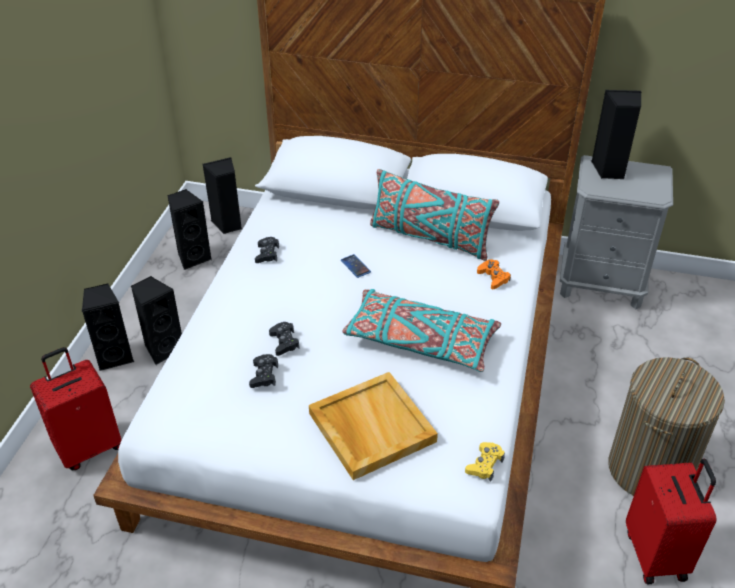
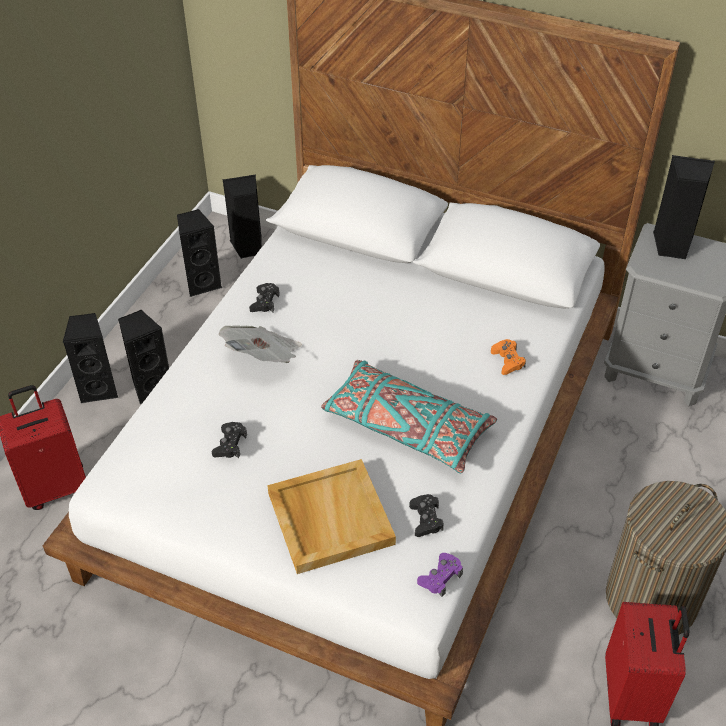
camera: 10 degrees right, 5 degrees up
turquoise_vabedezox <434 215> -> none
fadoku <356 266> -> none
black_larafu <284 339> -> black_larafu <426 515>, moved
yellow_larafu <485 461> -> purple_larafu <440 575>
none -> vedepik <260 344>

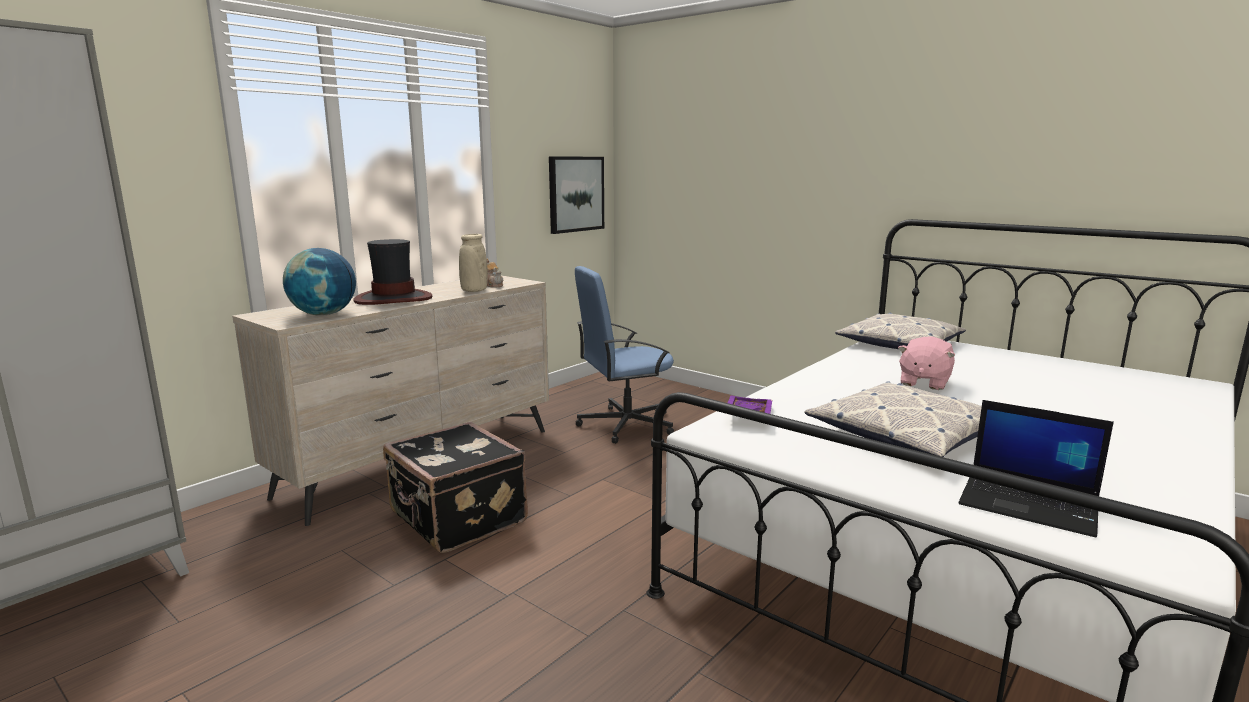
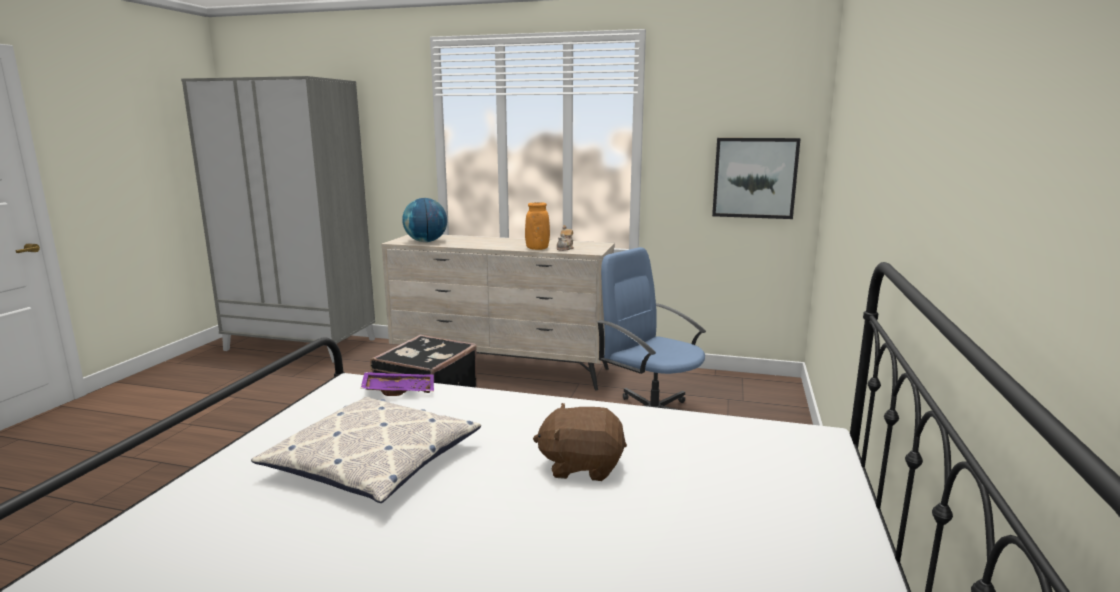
camera: 65 degrees right, 0 degrees up
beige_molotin <473 263> -> orange_molotin <537 226>
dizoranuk <393 272> -> none
vabedezox <900 331> -> none
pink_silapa <926 363> -> brown_silapa <580 442>
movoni <1036 468> -> none

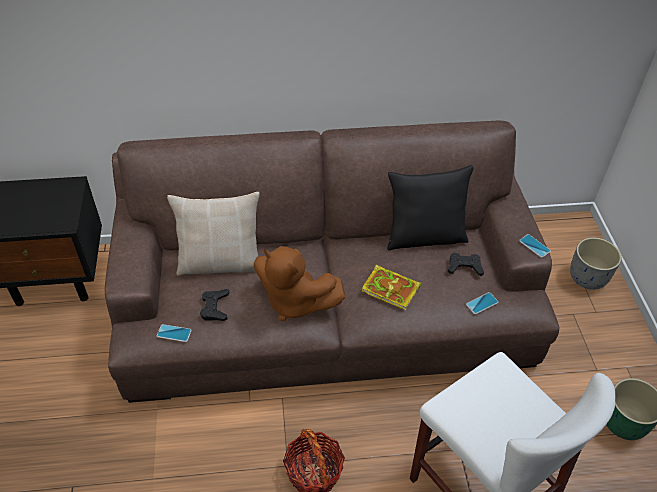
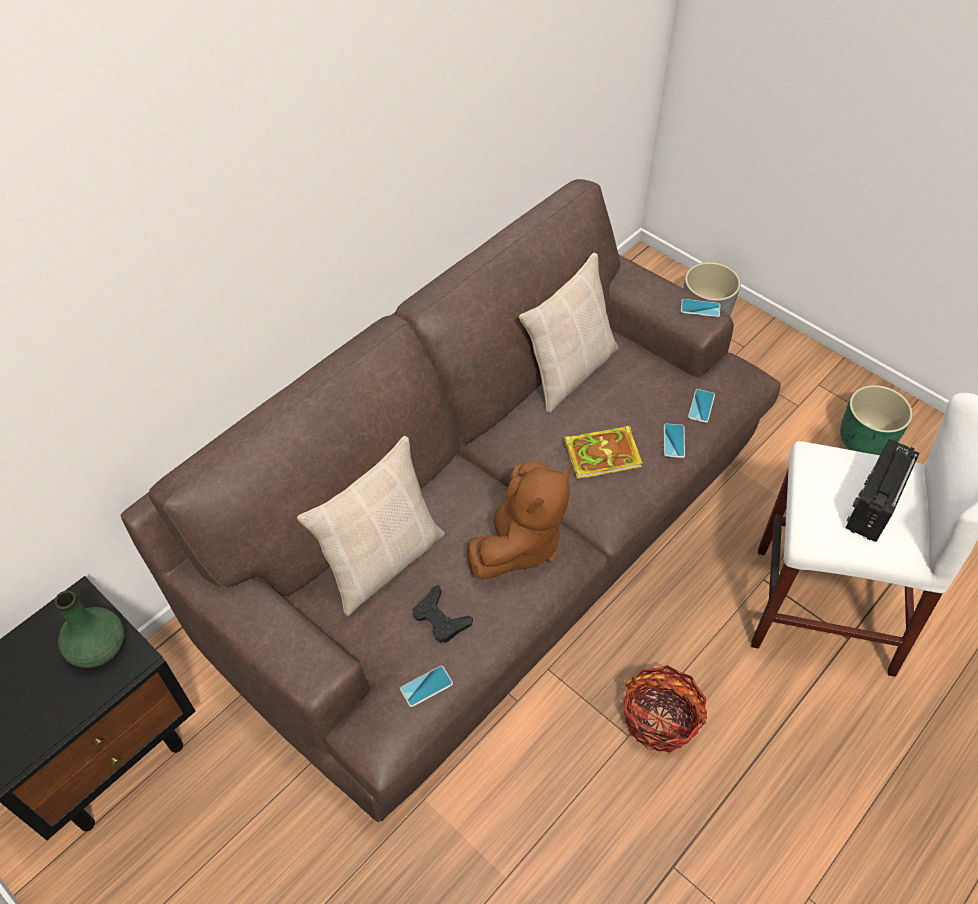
camera: 40 degrees left, 5 degrees up
black_vabedezox <430 207> -> beige_vabedezox <569 333>
brown_silapa <300 283> -> brown_silapa <519 520>, 45 degrees counterclockwise
black_larafu <466 264> -> none
none -> fadoku <674 441>
none -> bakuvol <882 490>
none -> green_molotin <89 629>

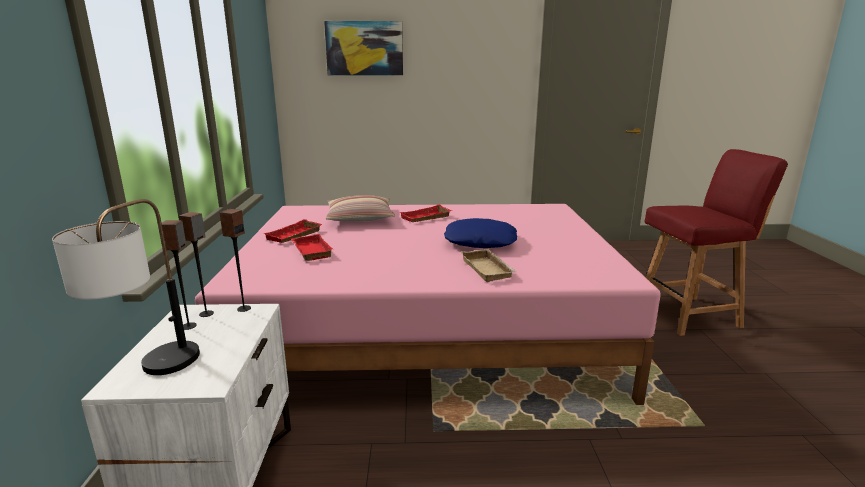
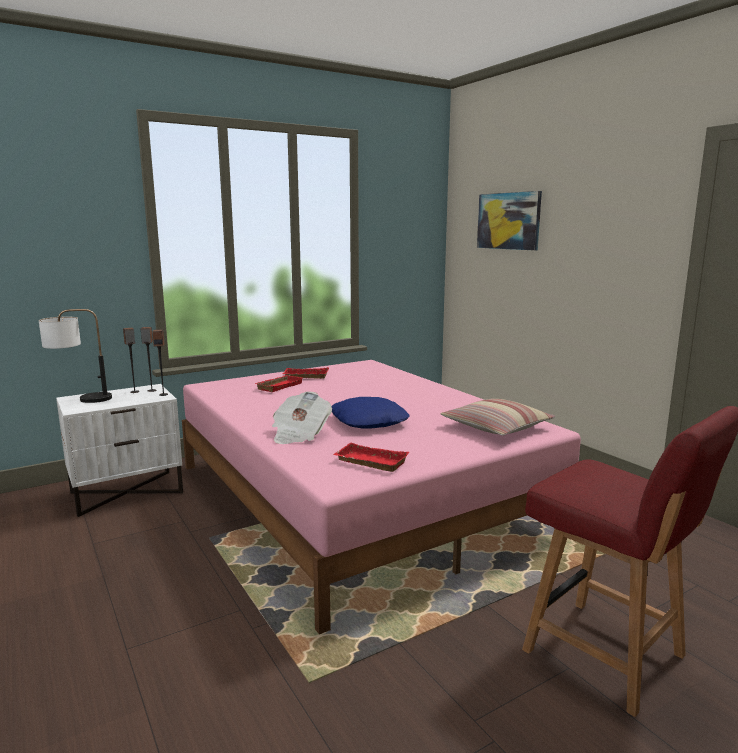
camera: 60 degrees right, 5 degrees down
vabedezox <360 208> -> vabedezox <497 417>, moved
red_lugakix <426 213> -> red_lugakix <371 457>, moved
beige_lugakix <488 265> -> vedepik <302 417>

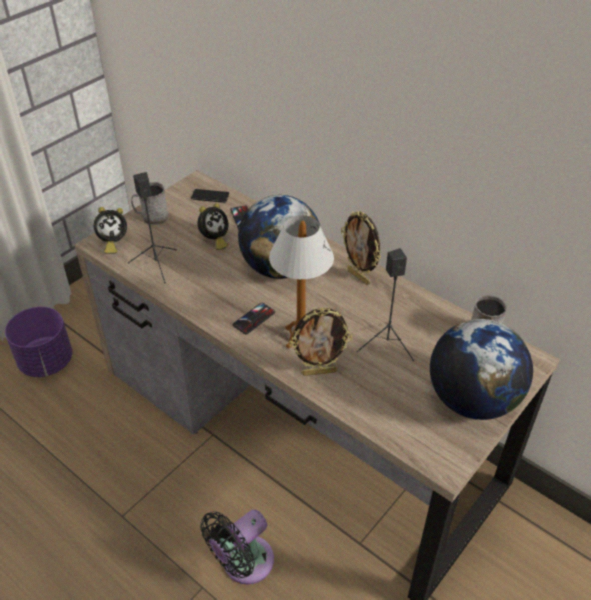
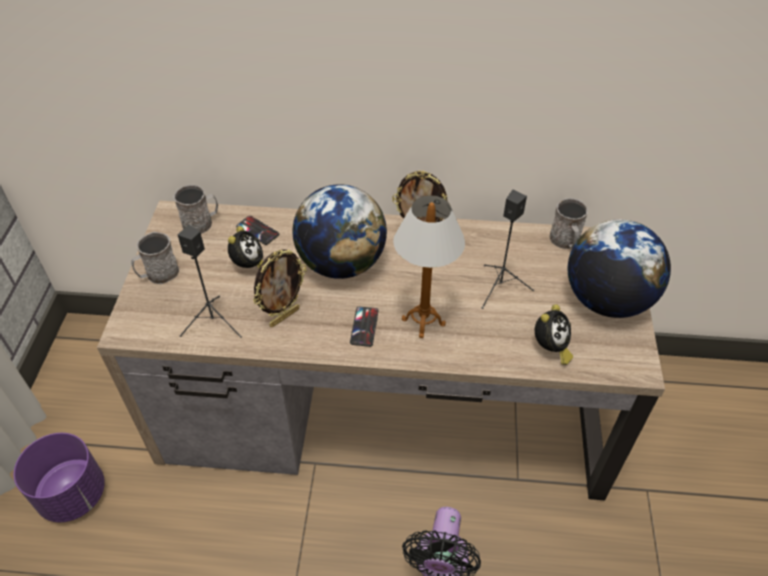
camera: 35 degrees left, 5 degrees up
fadoku <210 196> -> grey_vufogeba <195 209>
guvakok <110 230> -> guvakok <554 334>, moved
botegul <320 342> -> botegul <280 288>, moved

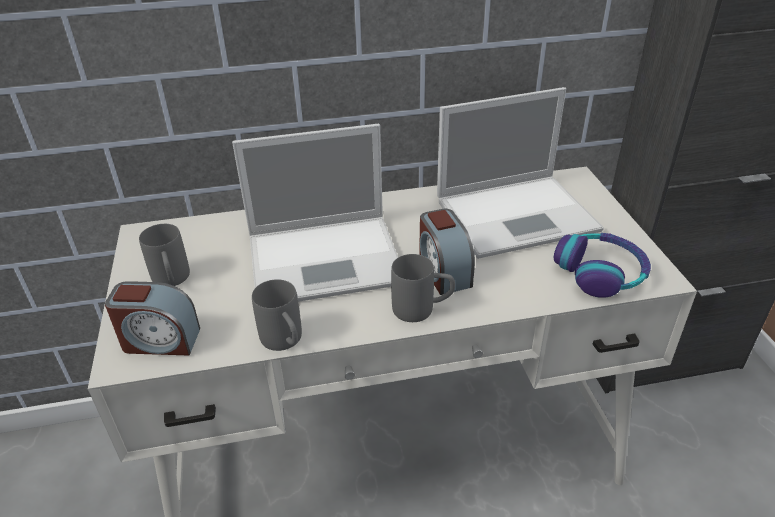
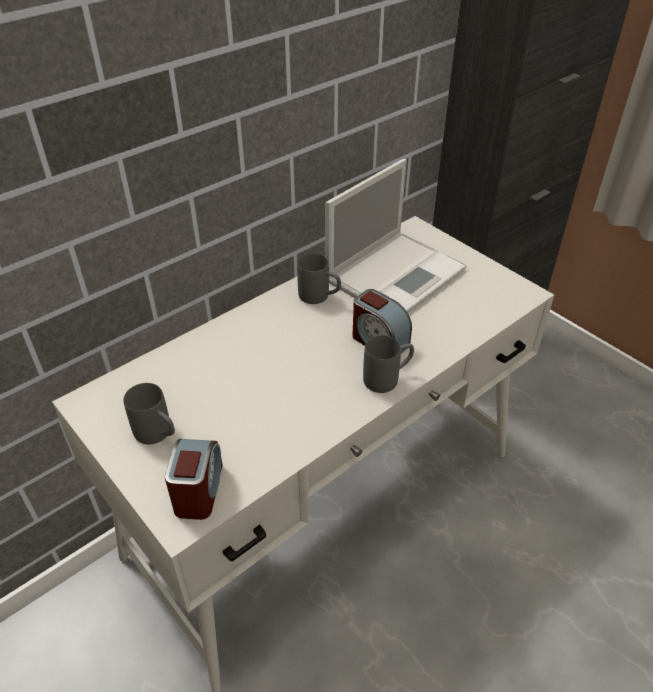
camera: 30 degrees left, 5 degrees up
movoni <315 213> -> none
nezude <602 265> -> none
grey_vufogeba <277 315> -> grey_vufogeba <319 278>, moved
guvakok <152 318> -> guvakok <193 479>, 60 degrees counterclockwise

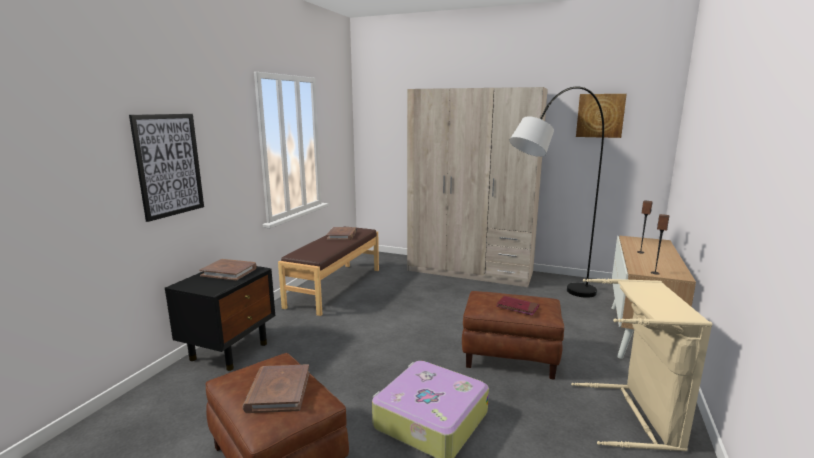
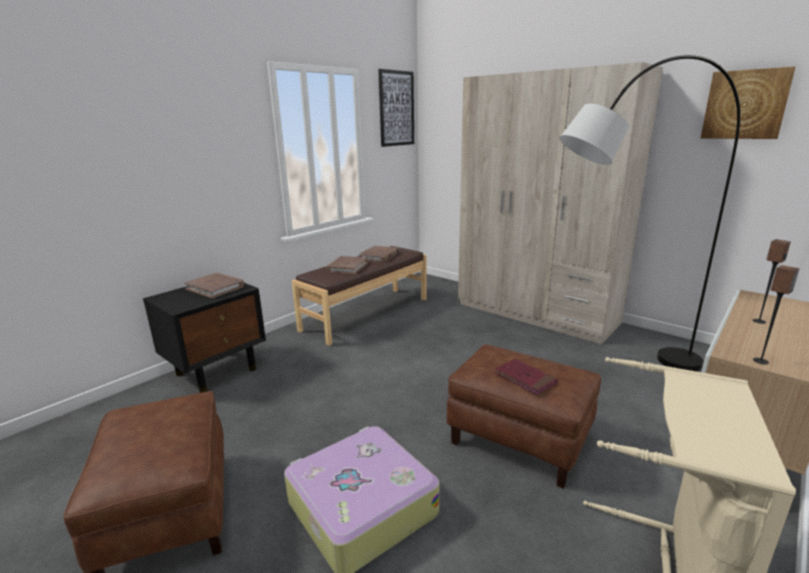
camera: 20 degrees right, 5 degrees up
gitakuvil <166 168> -> gitakuvil <396 108>, moved
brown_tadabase <276 388> -> brown_tadabase <346 265>, moved

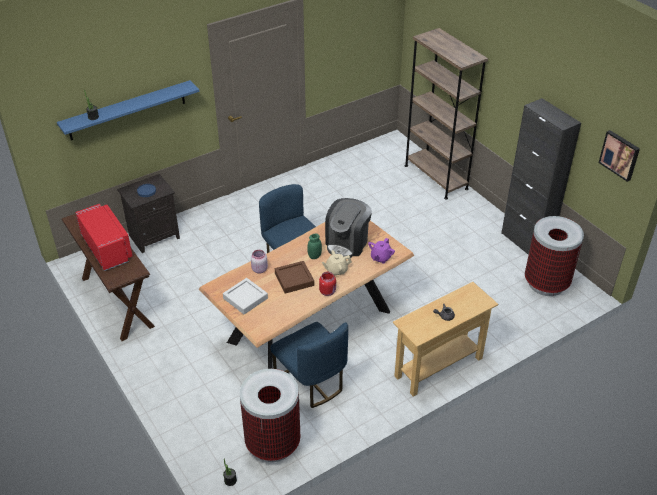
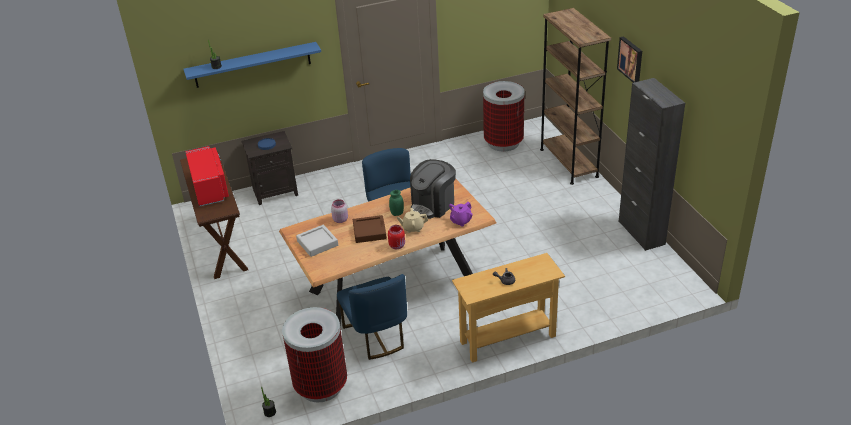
camera: 15 degrees right, 5 degrees down
gitakuvil <619 156> -> gitakuvil <629 59>, moved
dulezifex <554 256> -> dulezifex <503 116>, moved

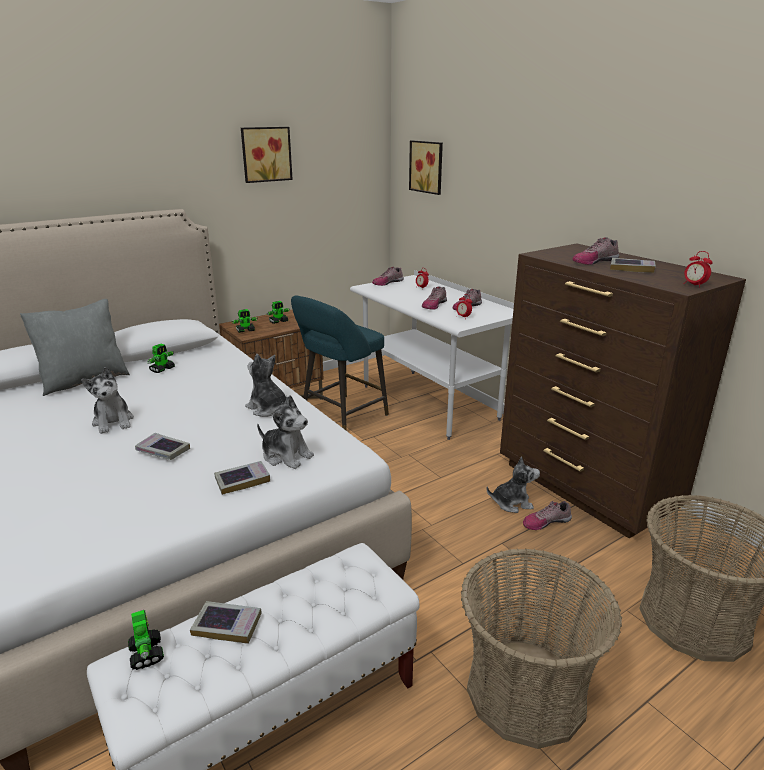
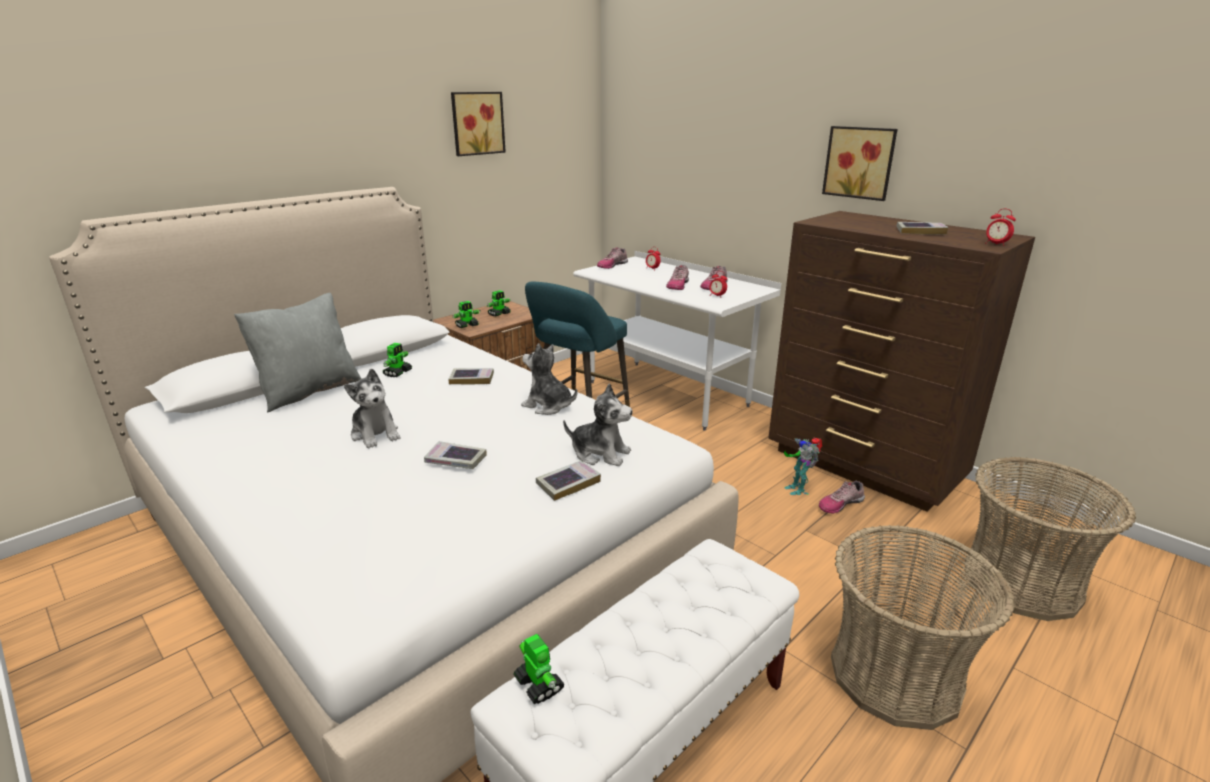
camera: 10 degrees left, 0 degrees up
gitakuvil <426 167> -> gitakuvil <860 163>, moved
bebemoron <595 251> -> none
silapa <513 484> -> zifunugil <803 466>
tadabase <226 622> -> tadabase <471 376>, moved

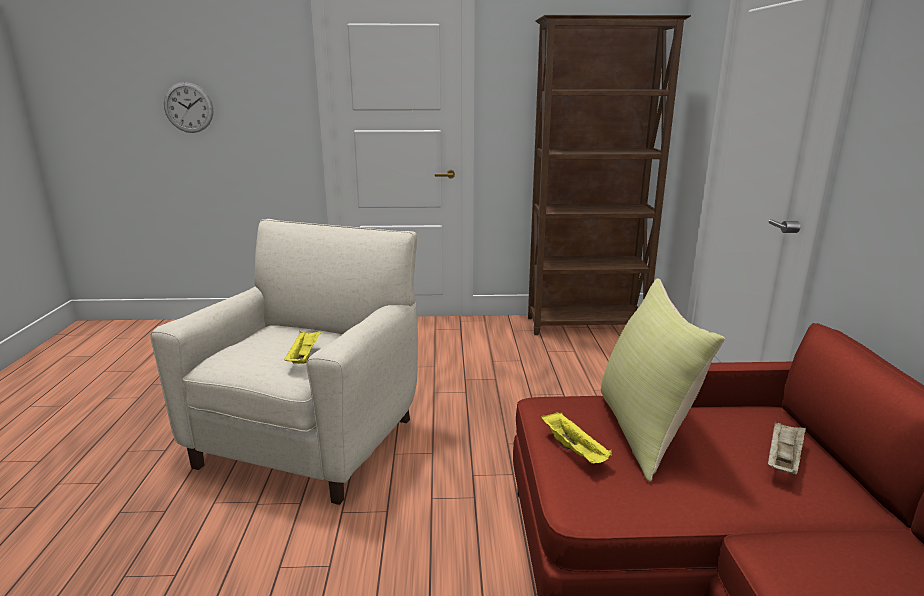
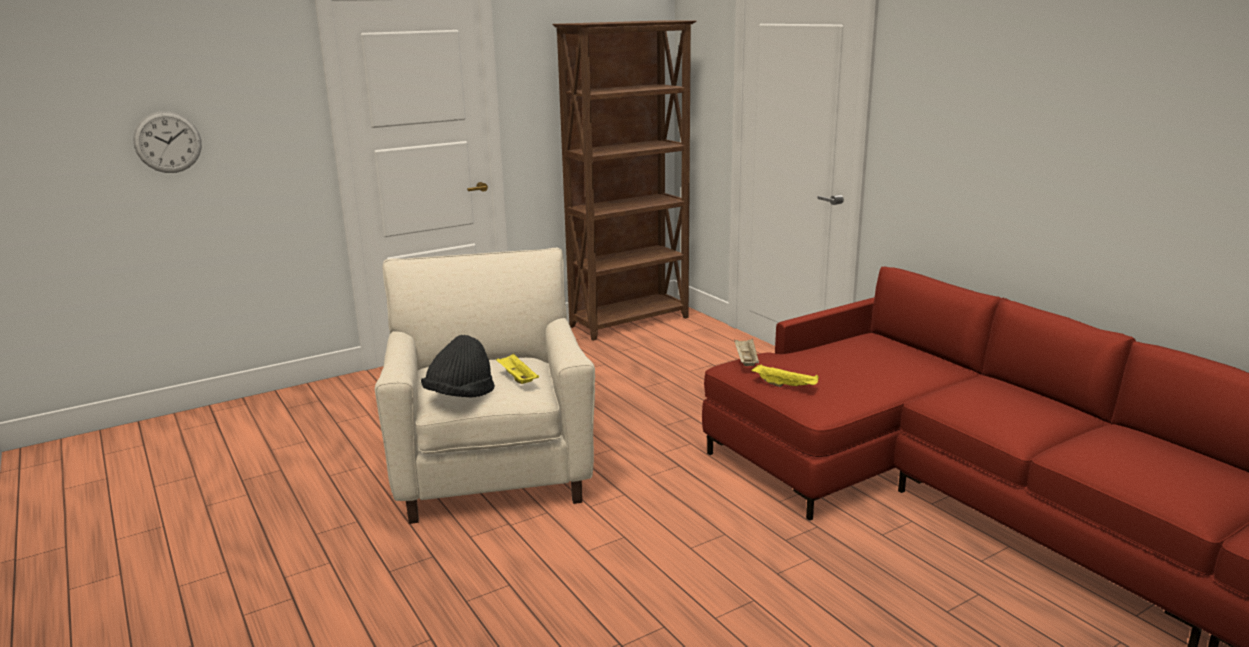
camera: 30 degrees left, 0 degrees up
yellow_vabedezox <663 380> -> none
beige_lugakix <787 448> -> beige_lugakix <746 352>, moved
none -> black_dizoranuk <458 366>

